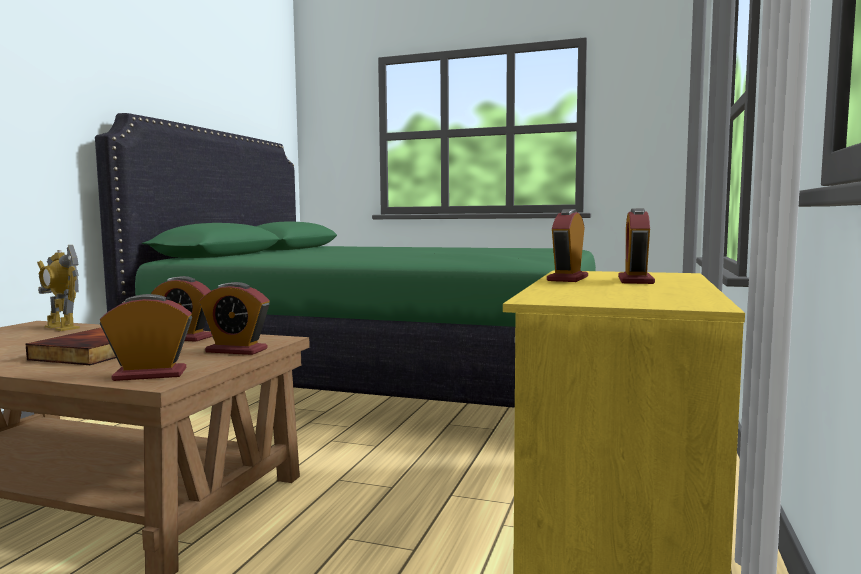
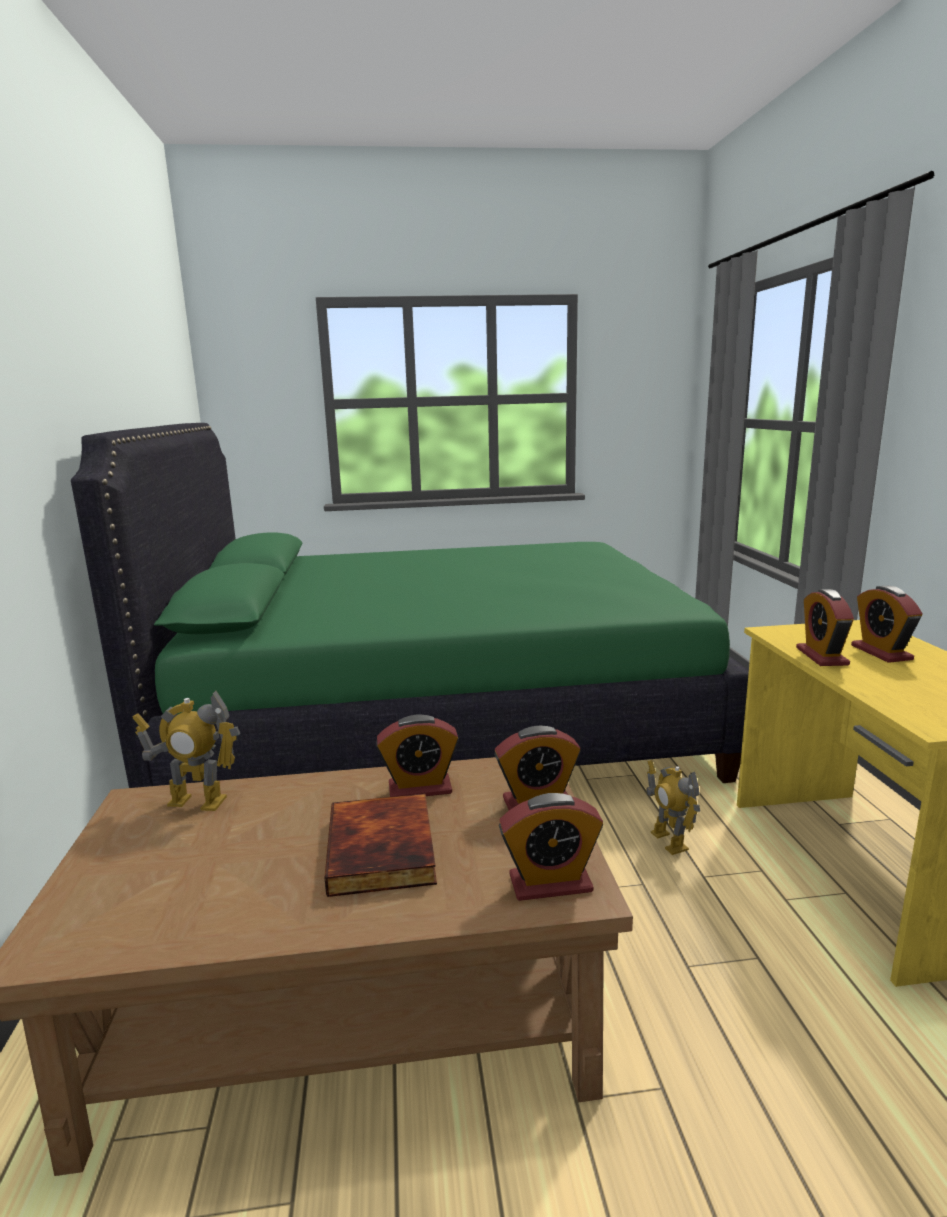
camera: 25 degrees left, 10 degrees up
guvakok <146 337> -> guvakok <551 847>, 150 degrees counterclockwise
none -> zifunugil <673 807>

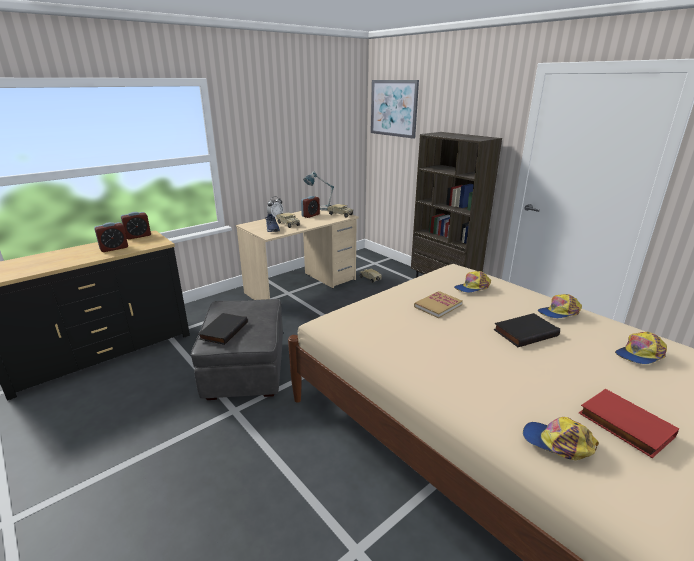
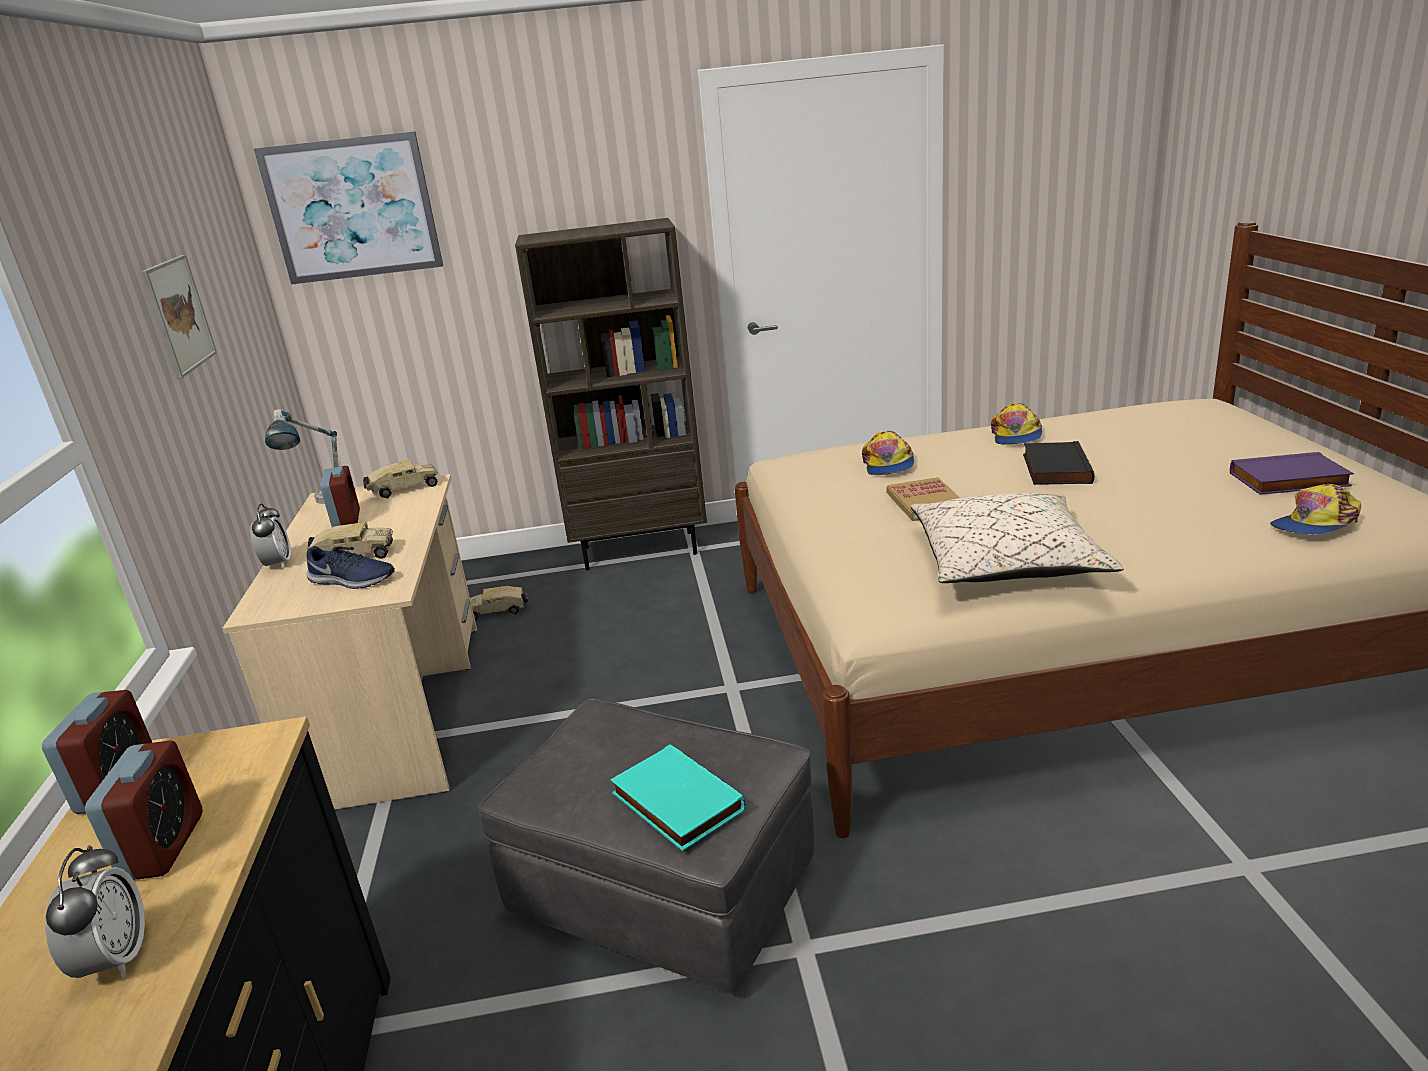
camera: 55 degrees left, 0 degrees up
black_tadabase <223 329> -> turquoise_tadabase <678 797>
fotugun <641 348> -> none
red_tadabase <629 423> -> purple_tadabase <1292 473>
none -> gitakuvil <179 317>
none -> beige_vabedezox <1017 538>
none -> guvakok <95 911>

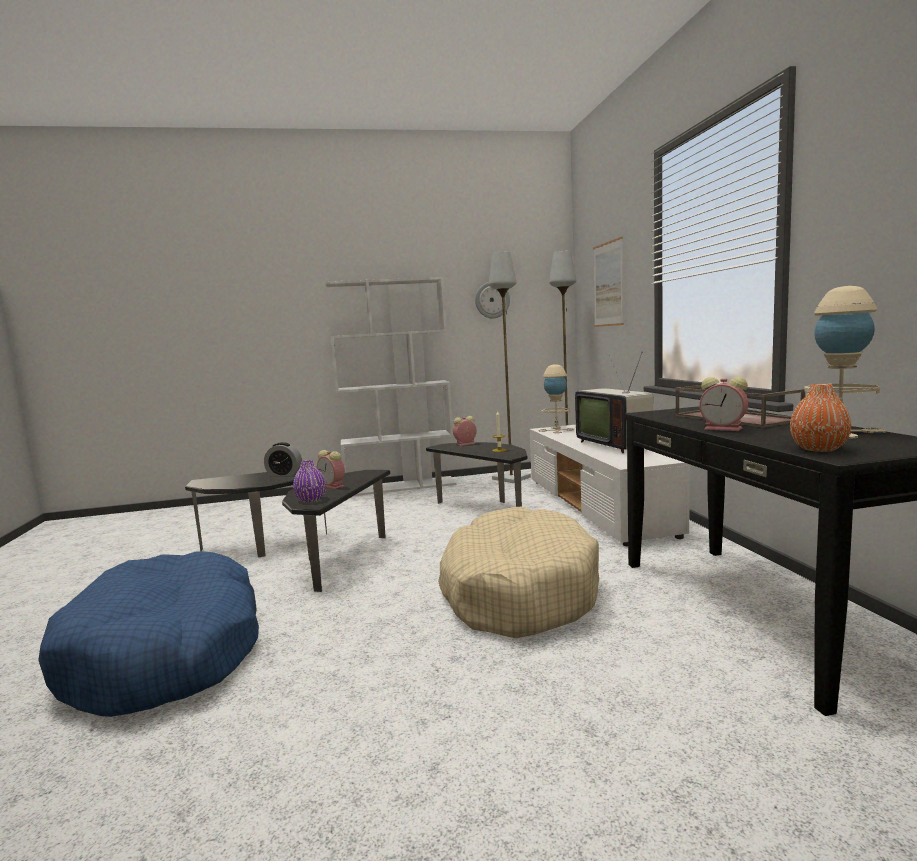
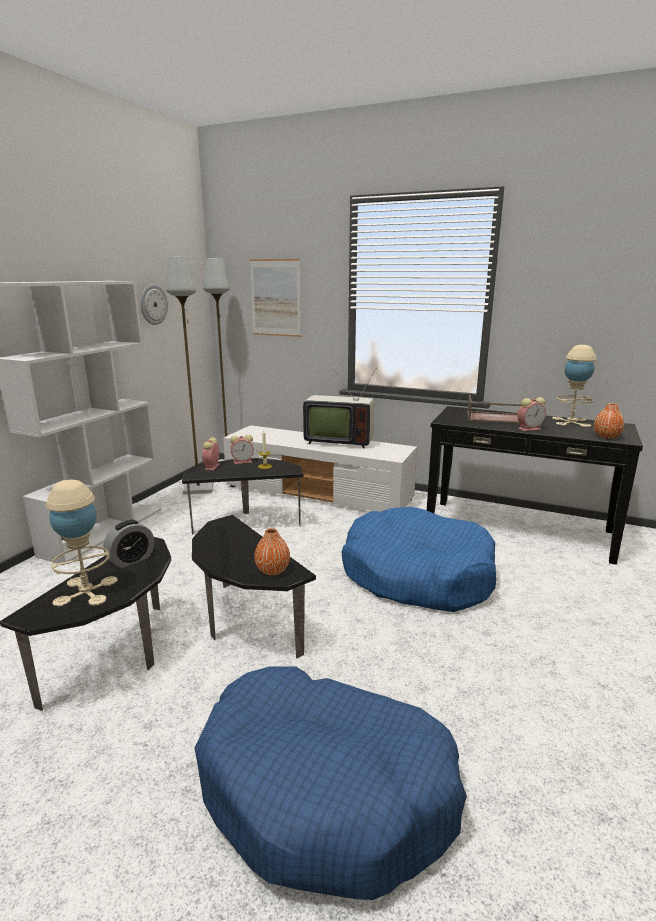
camera: 55 degrees left, 10 degrees up
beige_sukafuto <557 398> -> beige_sukafuto <82 543>, moved
guvakok <331 469> -> guvakok <242 449>, moved
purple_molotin <309 481> -> orange_molotin <272 551>
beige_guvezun <518 572> -> blue_guvezun <418 559>

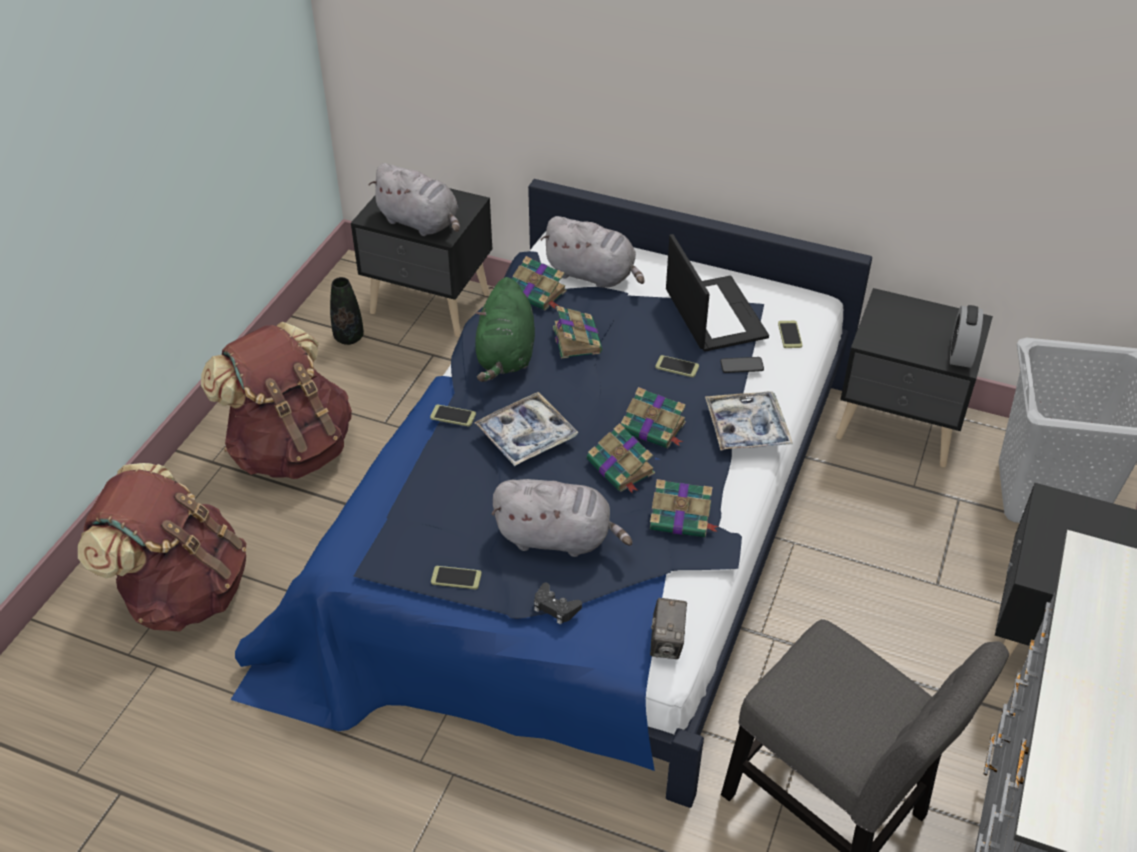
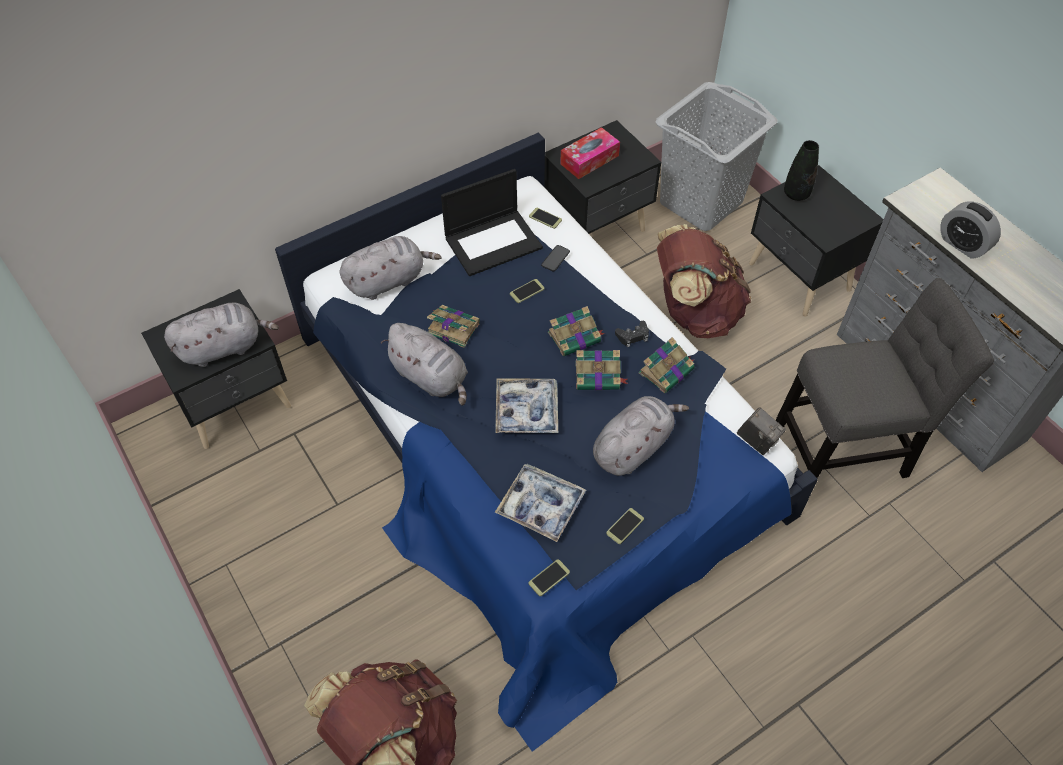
camera: 55 degrees left, 10 degrees up
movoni <717 293> -> movoni <492 222>, 135 degrees clockwise
tadabase <539 283> -> none
black_molotin <347 311> -> black_molotin <801 170>, moved
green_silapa <505 329> -> grey_silapa <424 364>
guvakok <966 336> -> guvakok <970 230>, moved
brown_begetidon <276 400> -> brown_begetidon <704 281>, moved
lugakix <749 420> -> lugakix <540 503>, moved
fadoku <453 415> -> fadoku <549 577>, moved
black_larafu <558 604> -> black_larafu <632 334>, moved
none -> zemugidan <590 153>

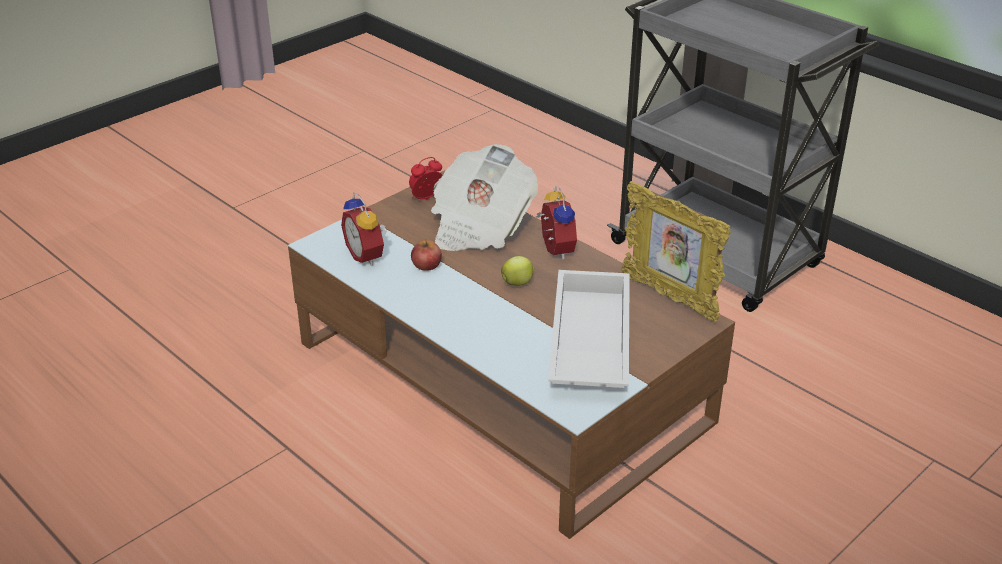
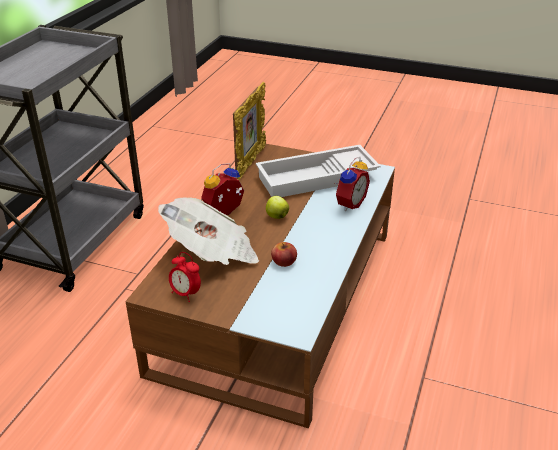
camera: 115 degrees left, 0 degrees up
guvakok <364 229> -> guvakok <352 184>, moved

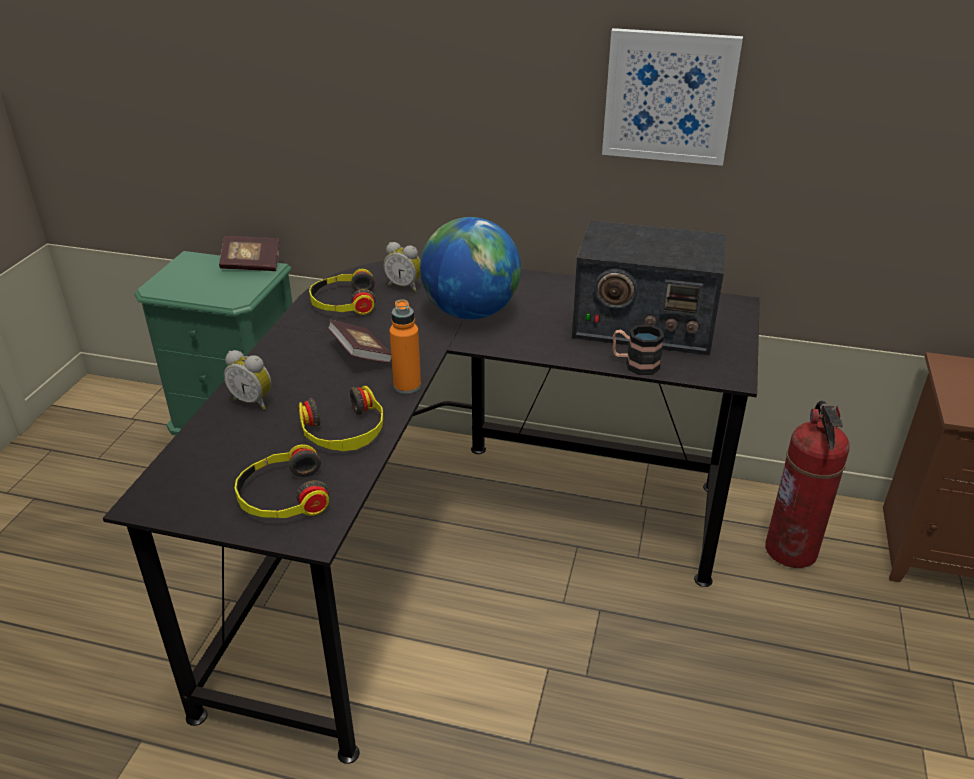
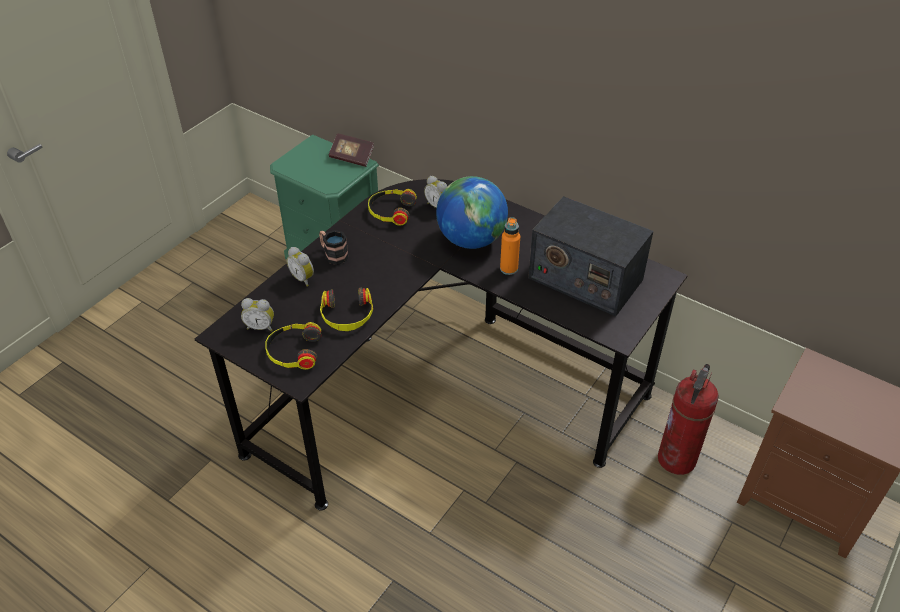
camera: 20 degrees right, 10 degrees up
gitakuvil <672 97> -> none
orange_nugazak <405 346> -> orange_nugazak <510 246>, moved
tadabase <359 341> -> none
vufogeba <639 349> -> vufogeba <334 247>, moved
none -> guvakok <257 315>

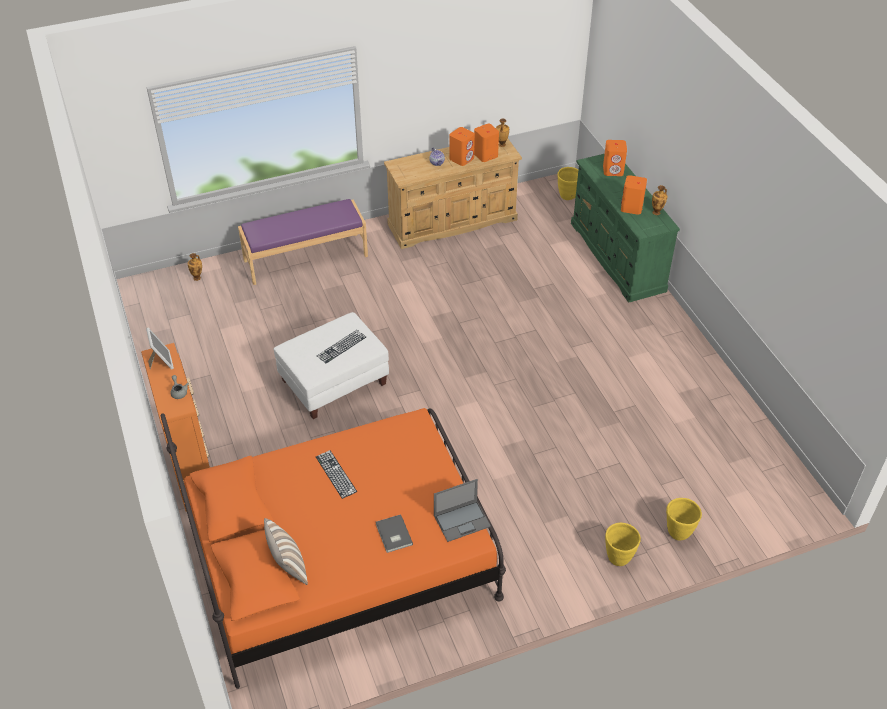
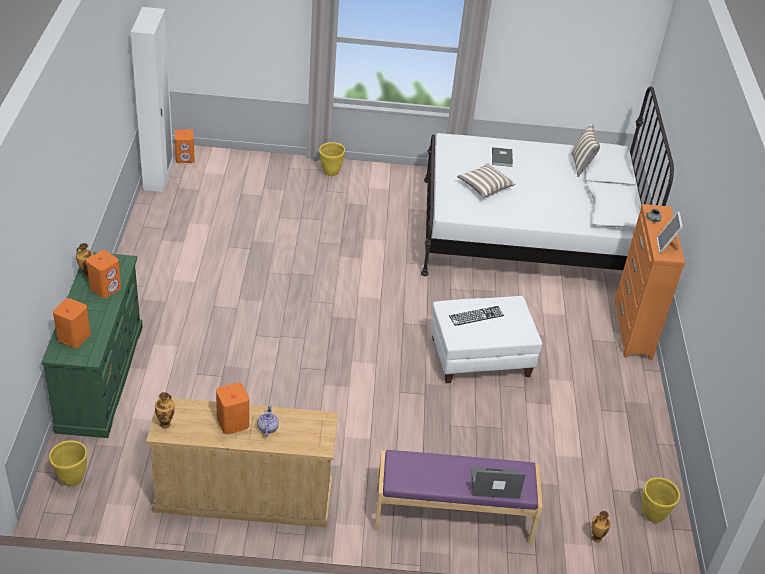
camera: 160 degrees left, 5 degrees down
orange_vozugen <486 143> -> orange_vozugen <185 146>, moved
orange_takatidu <333 548> -> white_takatidu <547 181>
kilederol <336 474> -> none
movoni <462 510> -> movoni <498 483>, moved
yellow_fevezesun <684 519> -> yellow_fevezesun <661 500>, moved
none -> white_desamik <152 99>
none -> vabedezox <486 181>

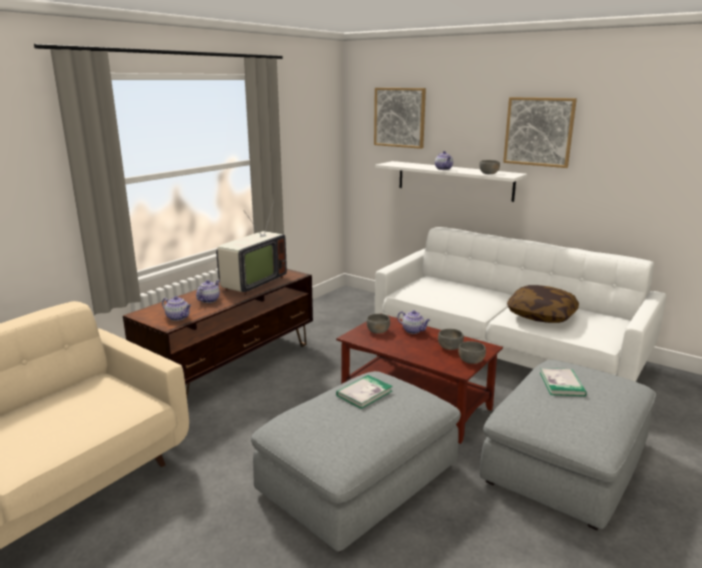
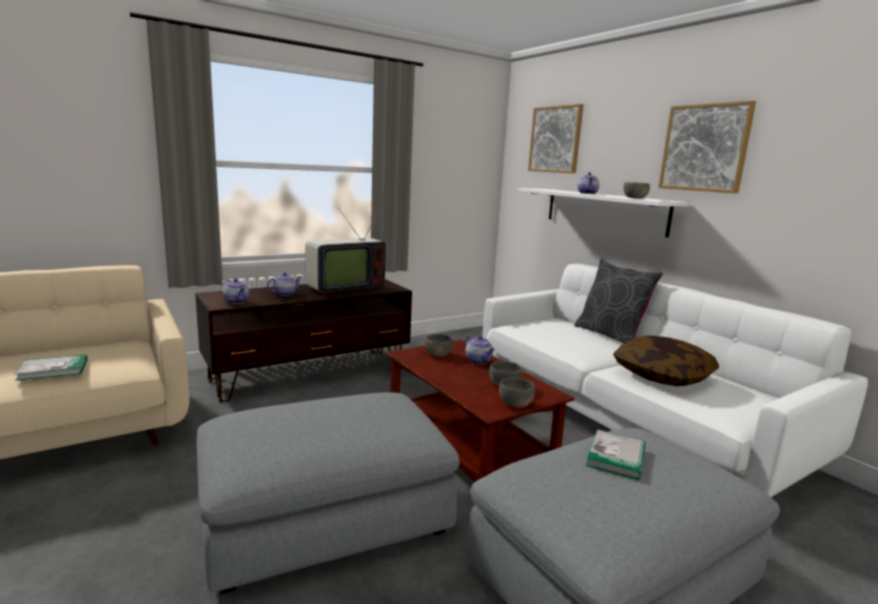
camera: 20 degrees right, 5 degrees down
tadabase <364 392> -> tadabase <51 367>, moved
none -> grey_vabedezox <618 301>

